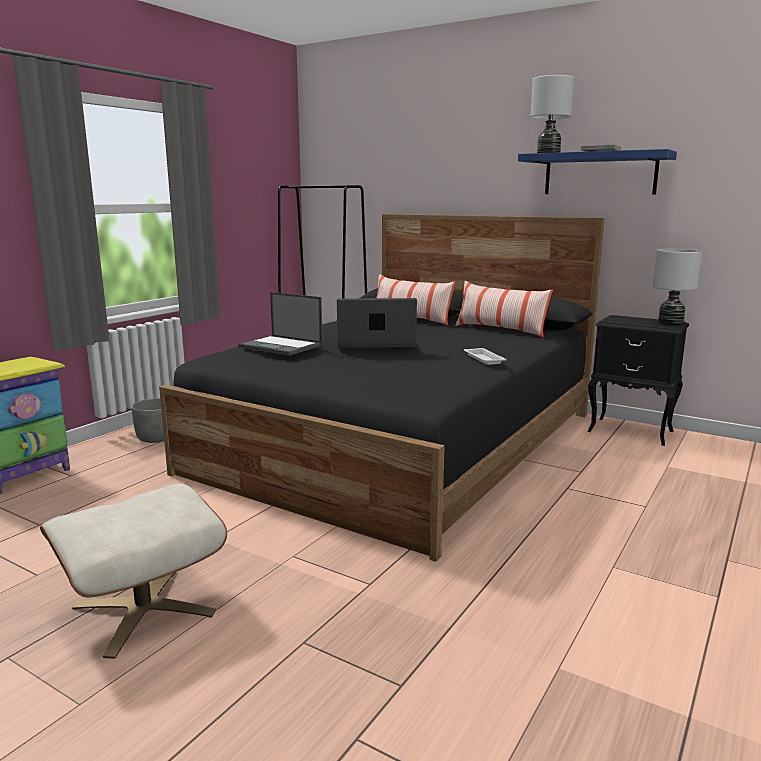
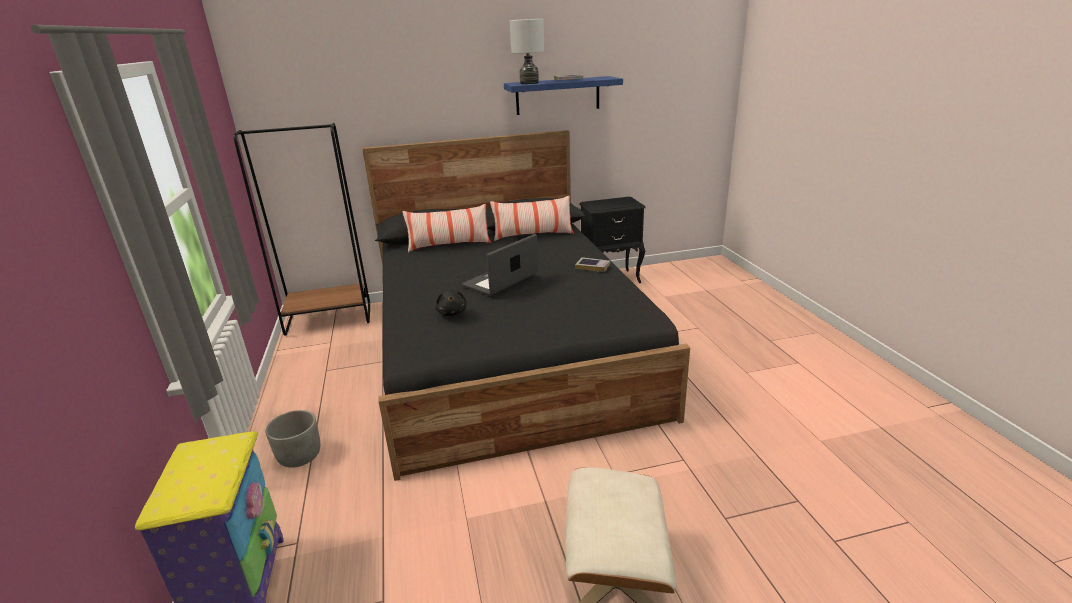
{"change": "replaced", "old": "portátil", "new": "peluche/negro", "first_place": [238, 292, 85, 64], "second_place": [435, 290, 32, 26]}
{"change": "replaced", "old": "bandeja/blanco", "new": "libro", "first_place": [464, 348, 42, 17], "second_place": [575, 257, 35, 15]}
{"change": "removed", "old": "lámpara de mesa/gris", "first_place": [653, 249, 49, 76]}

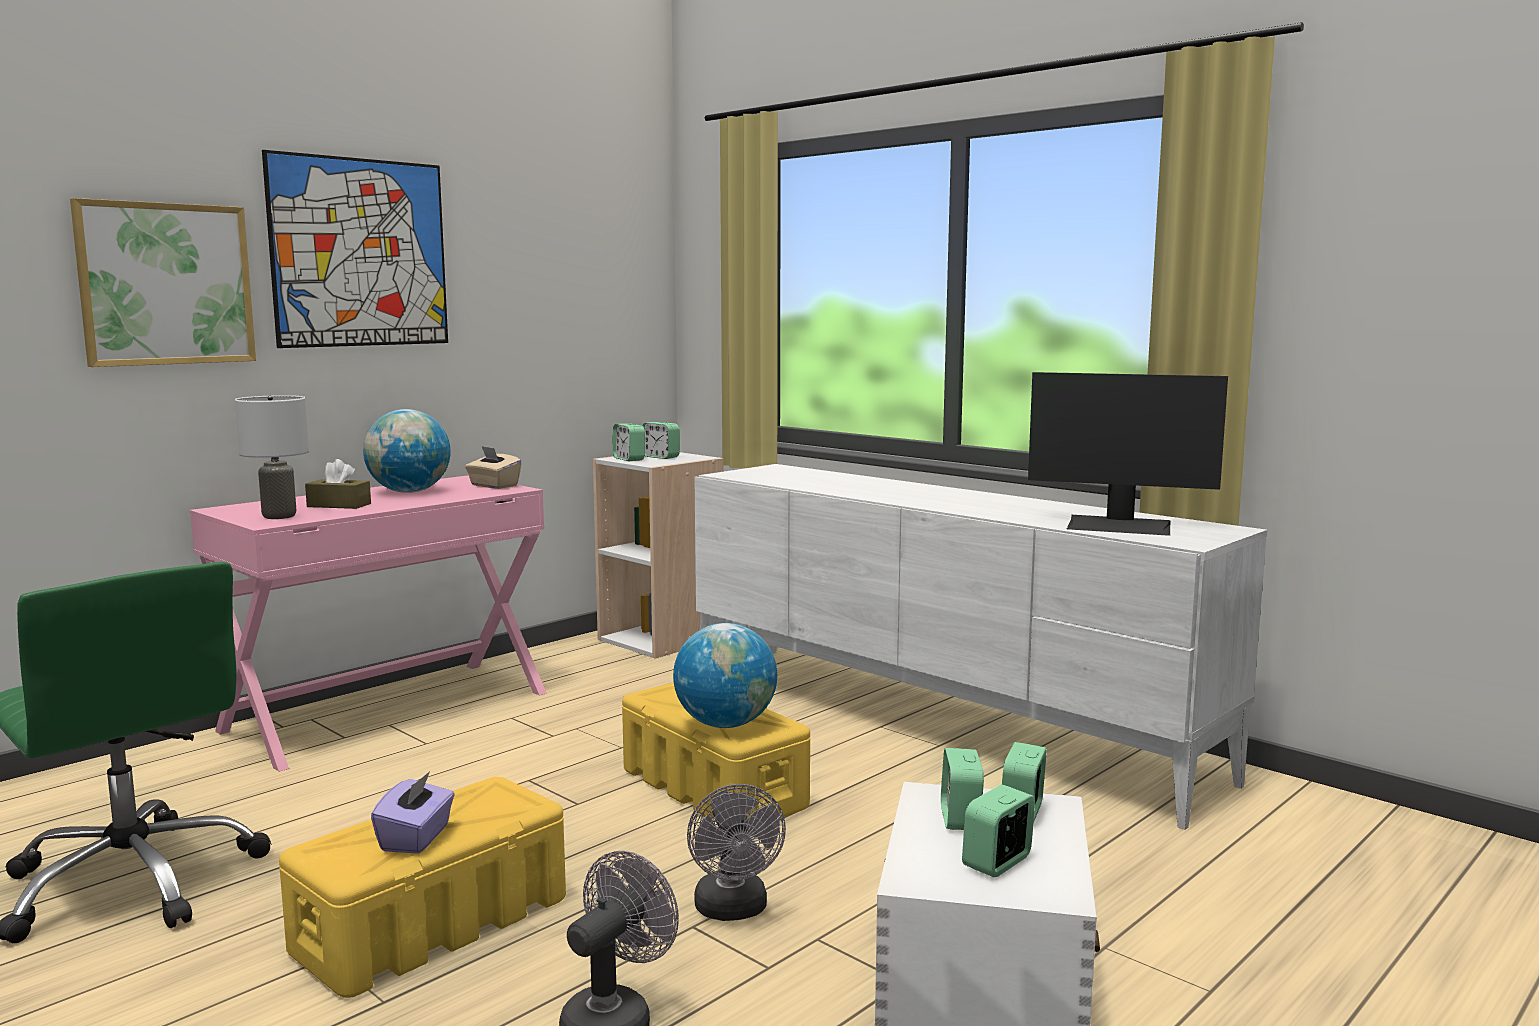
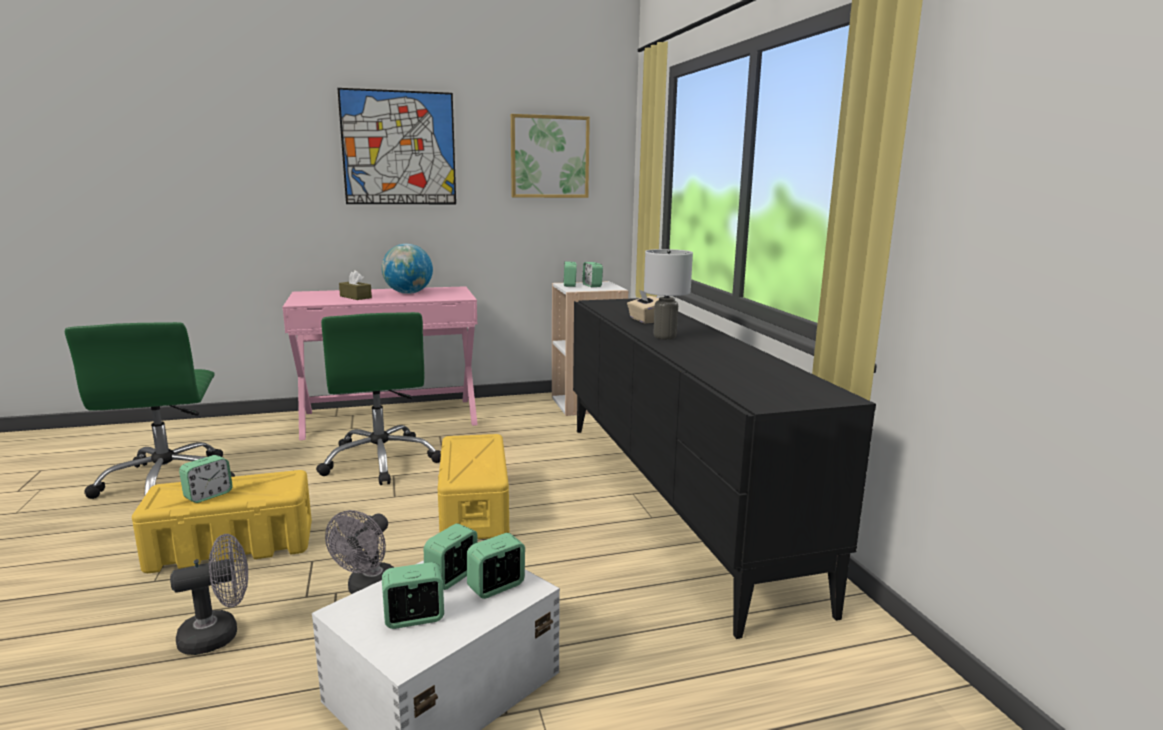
{"change": "replaced", "old": "caja de pañuelos/morado", "new": "despertador", "first_place": [371, 771, 84, 83], "second_place": [179, 455, 54, 48]}
{"change": "added", "new": "silla de oficina/verde", "second_place": [316, 312, 125, 173]}
{"change": "moved", "old": "cuadro", "first_place": [70, 198, 186, 169], "second_place": [511, 114, 79, 84]}
{"change": "recoloured", "old": "armario/blanco", "new": "armario/negro", "first_place": [694, 464, 574, 366], "second_place": [573, 298, 303, 341]}
{"change": "moved", "old": "caja de pañuelos/beis", "first_place": [465, 446, 57, 43], "second_place": [627, 290, 32, 33]}
{"change": "moved", "old": "lámpara de mesa/blanco", "first_place": [235, 395, 74, 124], "second_place": [644, 249, 49, 91]}
{"change": "removed", "old": "globo terráqueo", "first_place": [673, 623, 104, 105]}
{"change": "removed", "old": "monitor", "first_place": [1028, 372, 200, 164]}

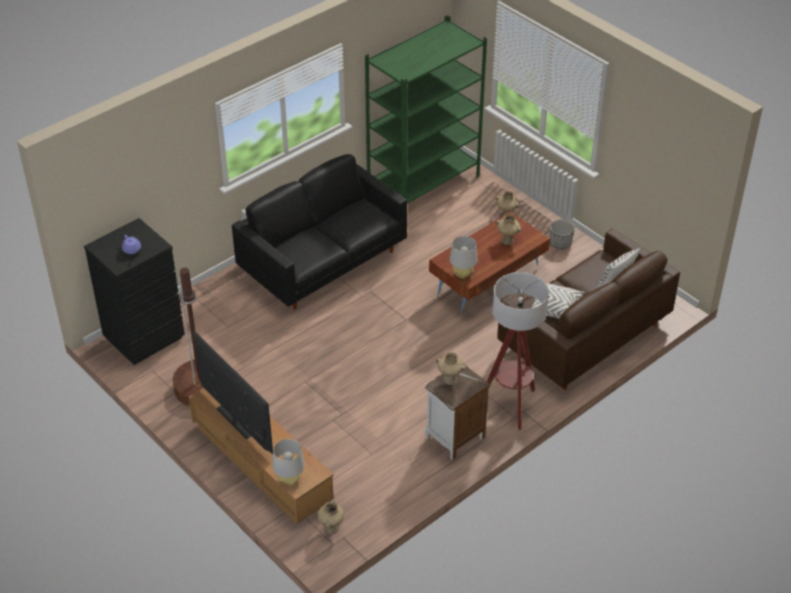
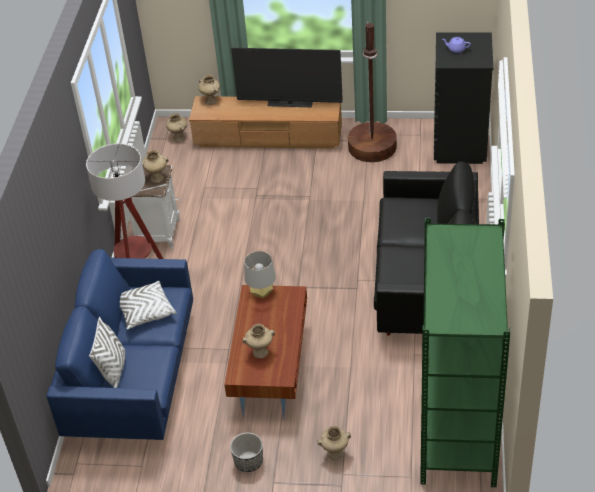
{"change": "recoloured", "old": "sofá/marrón", "new": "sofá/azul", "first_place": [497, 229, 183, 161], "second_place": [47, 249, 146, 191]}
{"change": "replaced", "old": "lámpara de mesa/gris", "new": "florero/beis", "first_place": [273, 439, 32, 47], "second_place": [198, 75, 22, 30]}

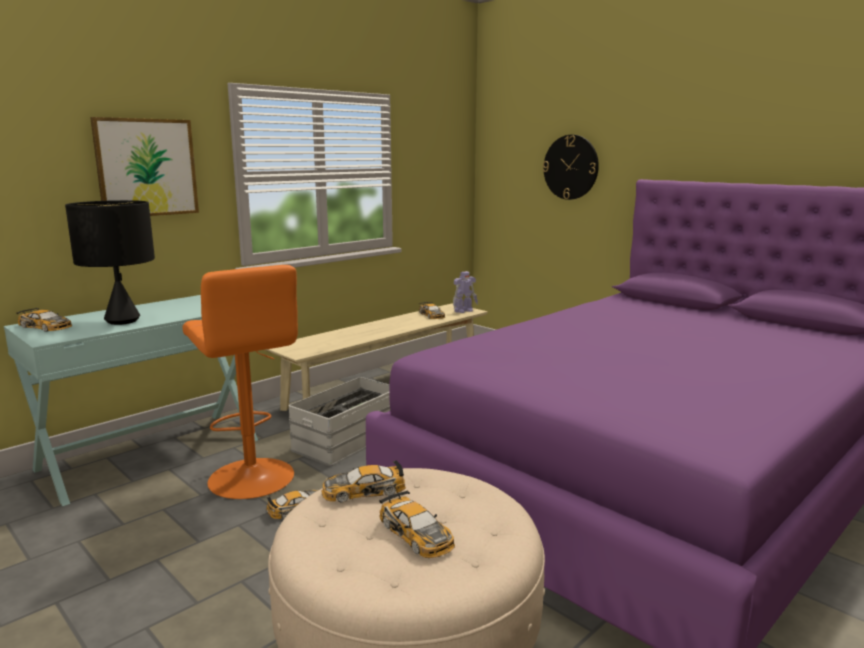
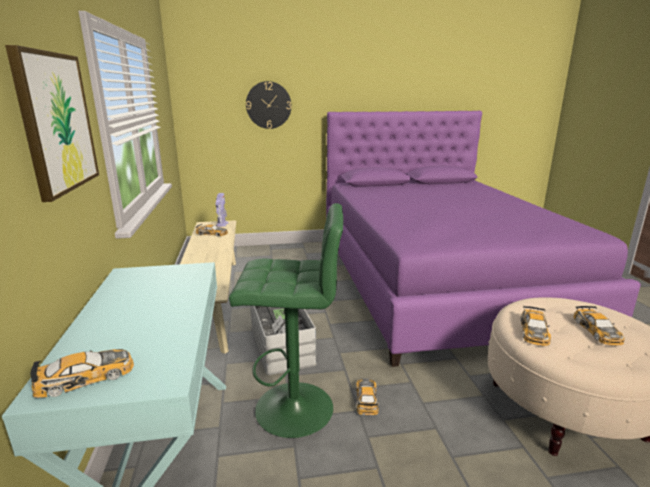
{"change": "recoloured", "old": "taburete/naranja", "new": "taburete/verde", "first_place": [183, 265, 115, 234], "second_place": [229, 203, 114, 235]}
{"change": "turned", "old": "coche de juguete", "first_place": [379, 490, 76, 68], "second_place": [573, 306, 52, 40], "degrees": 90}
{"change": "removed", "old": "lámpara de mesa/negro", "first_place": [65, 200, 90, 125]}

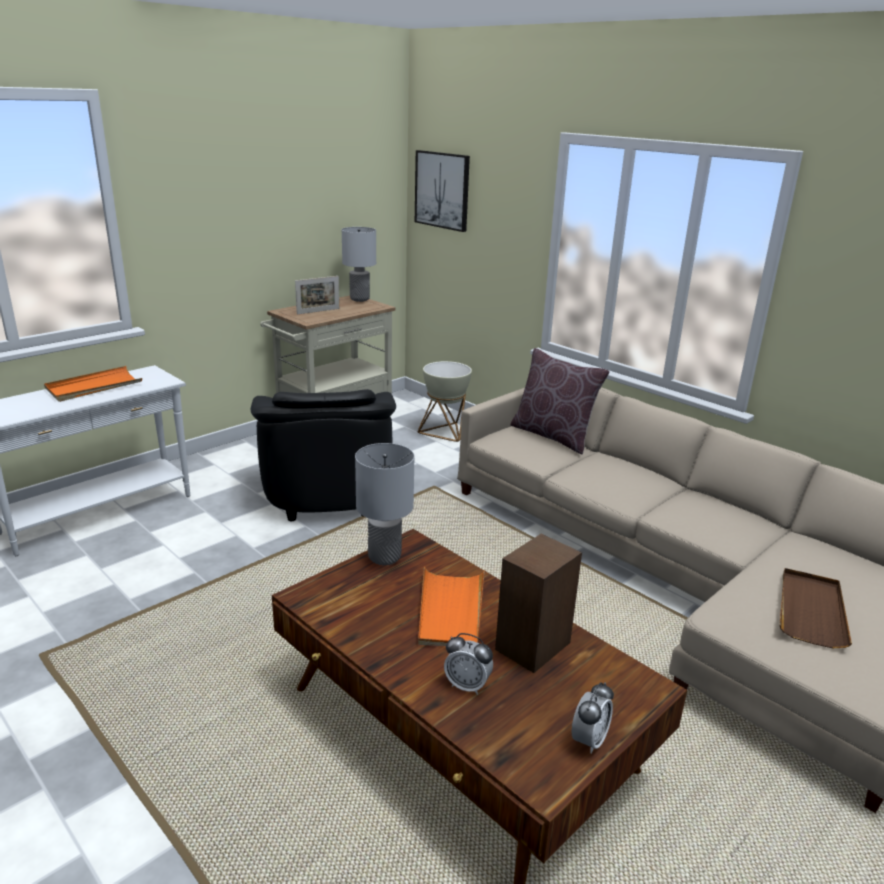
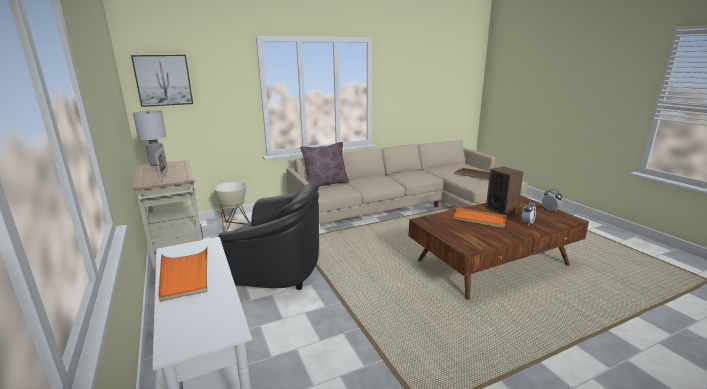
{"change": "removed", "old": "lámpara de mesa/gris", "first_place": [355, 443, 59, 122]}

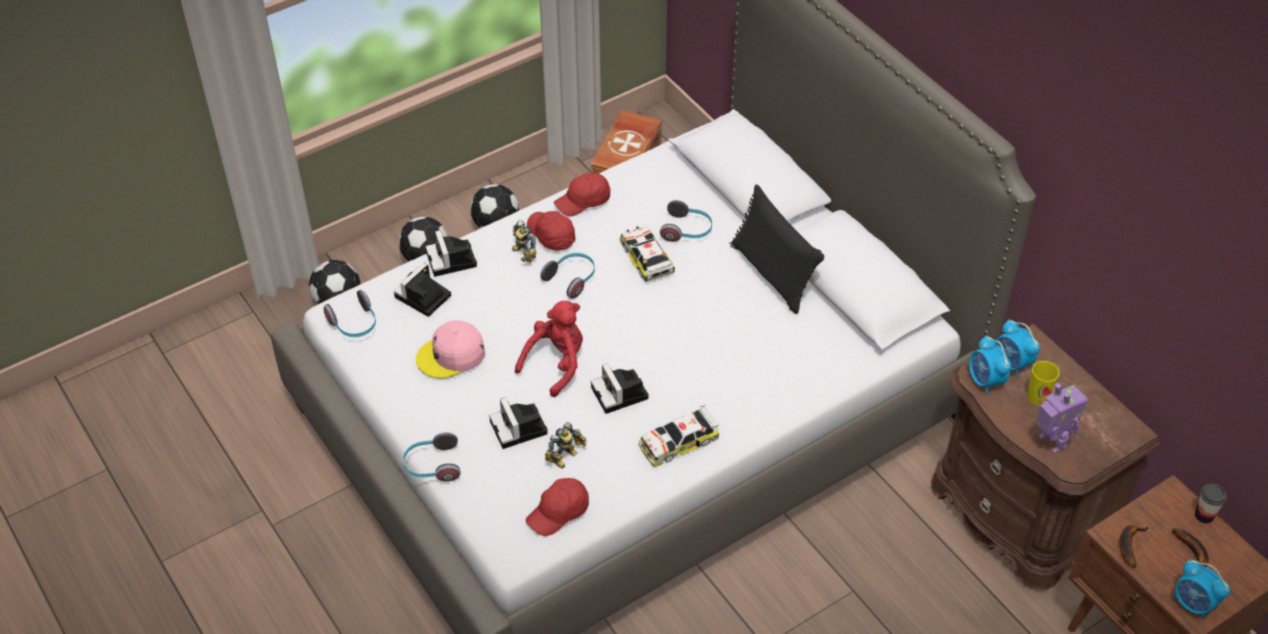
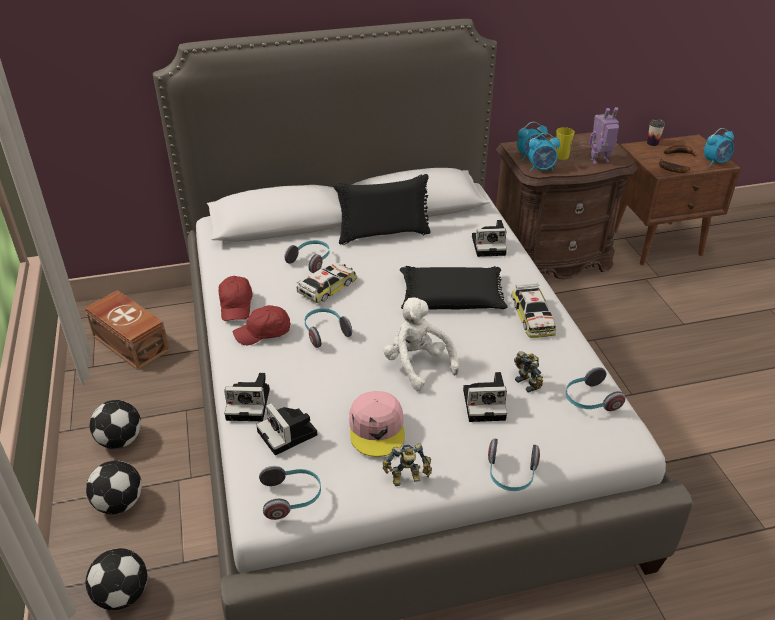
{"change": "turned", "old": "coche de juguete", "first_place": [620, 226, 55, 56], "second_place": [296, 263, 61, 41], "degrees": 135}
{"change": "recoloured", "old": "peluche/rojo", "new": "peluche/blanco", "first_place": [515, 301, 68, 96], "second_place": [383, 297, 76, 94]}
{"change": "moved", "old": "robot de juguete", "first_place": [512, 220, 25, 43], "second_place": [383, 443, 49, 43]}
{"change": "added", "new": "cojín/negro", "second_place": [400, 266, 108, 43]}
{"change": "moved", "old": "cámara", "first_place": [591, 363, 58, 51], "second_place": [472, 220, 35, 37]}
{"change": "replaced", "old": "gorra/rojo", "new": "auriculares", "first_place": [526, 478, 63, 58], "second_place": [566, 367, 60, 44]}

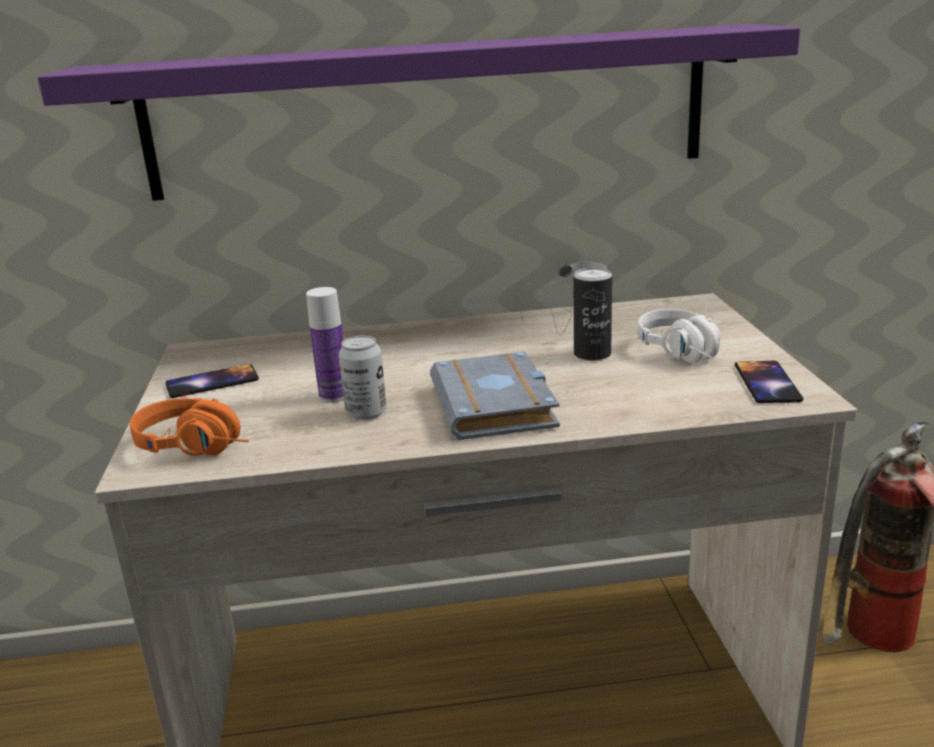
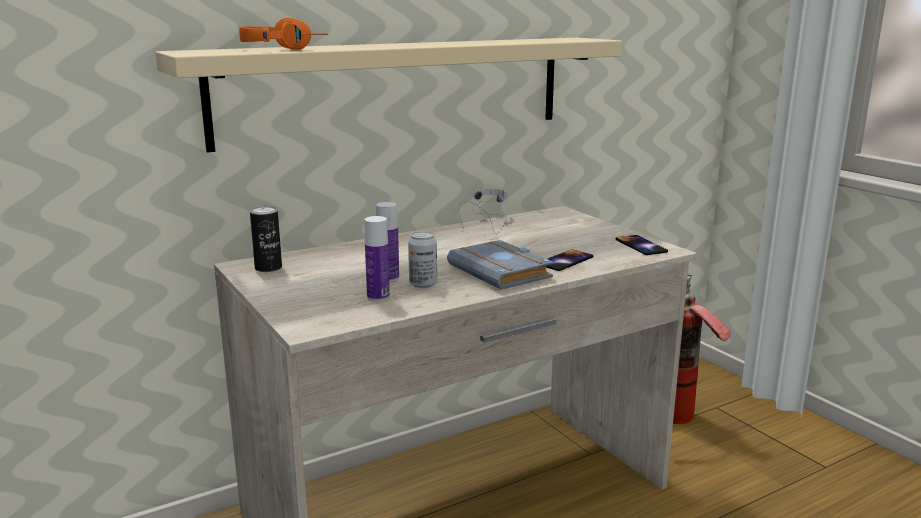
{"change": "recoloured", "old": "estante/morado", "new": "estante/beis", "first_place": [37, 24, 763, 177], "second_place": [156, 38, 466, 115]}
{"change": "moved", "old": "auriculares/naranja", "first_place": [130, 398, 119, 58], "second_place": [239, 18, 89, 32]}
{"change": "moved", "old": "lata", "first_place": [574, 267, 38, 94], "second_place": [250, 206, 32, 66]}
{"change": "added", "new": "botella", "second_place": [364, 216, 26, 86]}
{"change": "moved", "old": "móvil", "first_place": [166, 364, 93, 34], "second_place": [546, 249, 47, 22]}
{"change": "removed", "old": "auriculares/blanco", "first_place": [638, 309, 82, 54]}

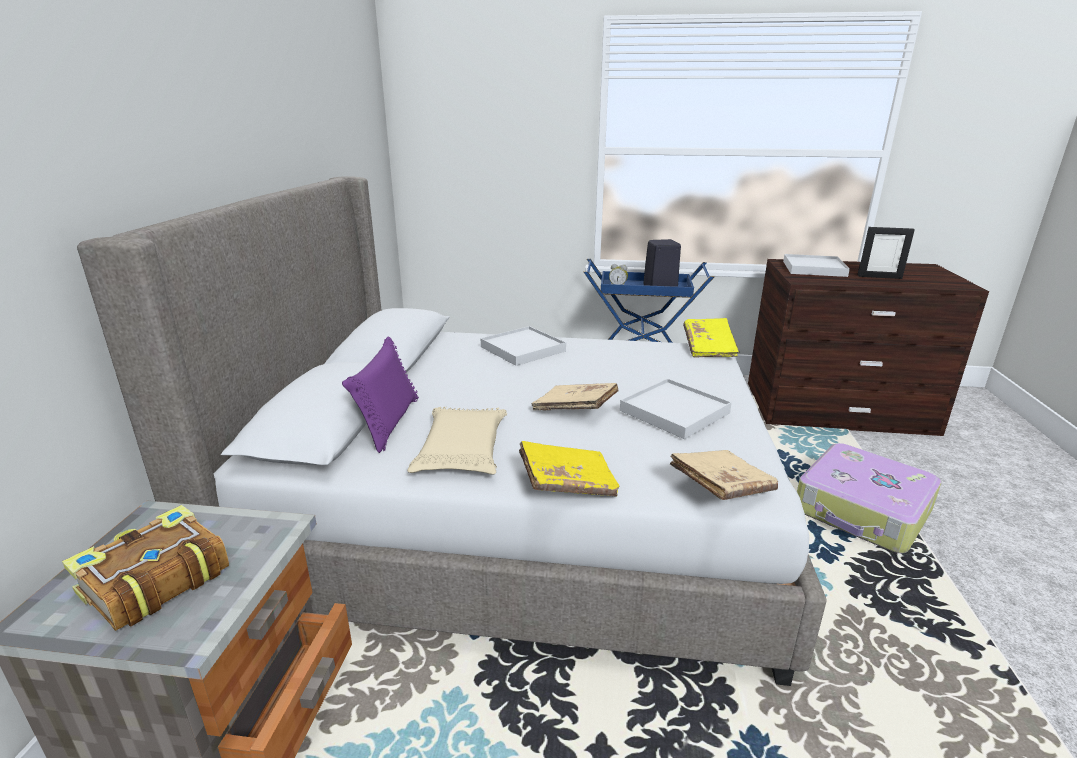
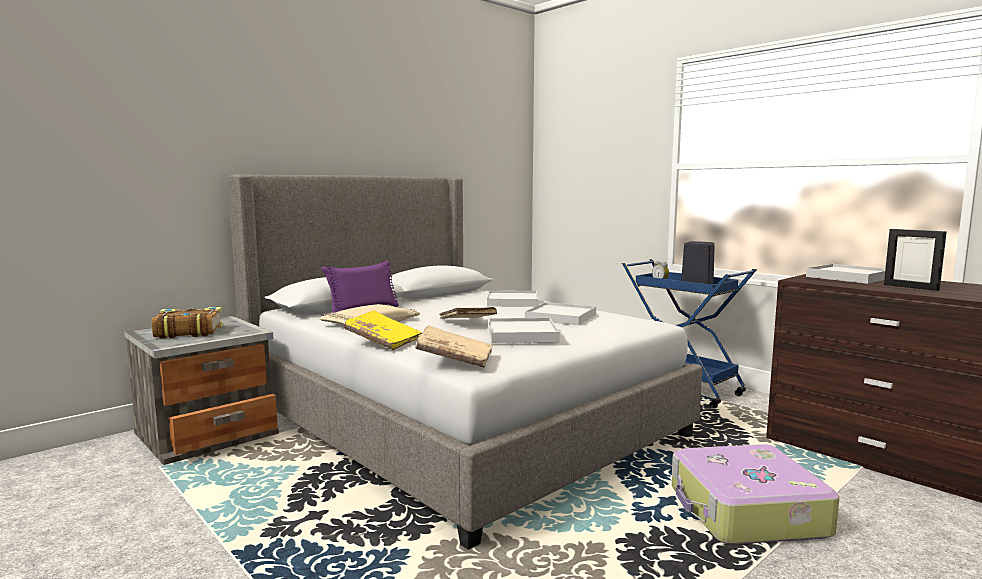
{"change": "added", "new": "bandeja/blanco", "second_place": [525, 302, 71, 23]}
{"change": "removed", "old": "libro/amarillo", "first_place": [683, 318, 57, 40]}

